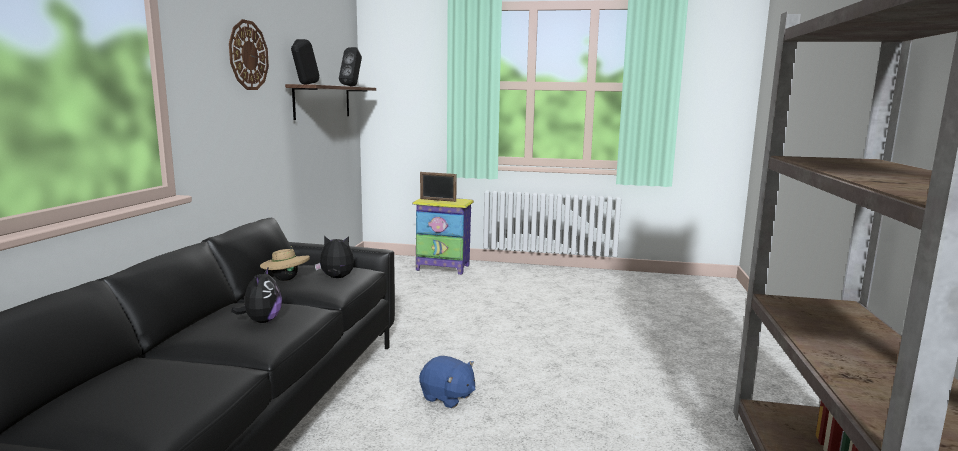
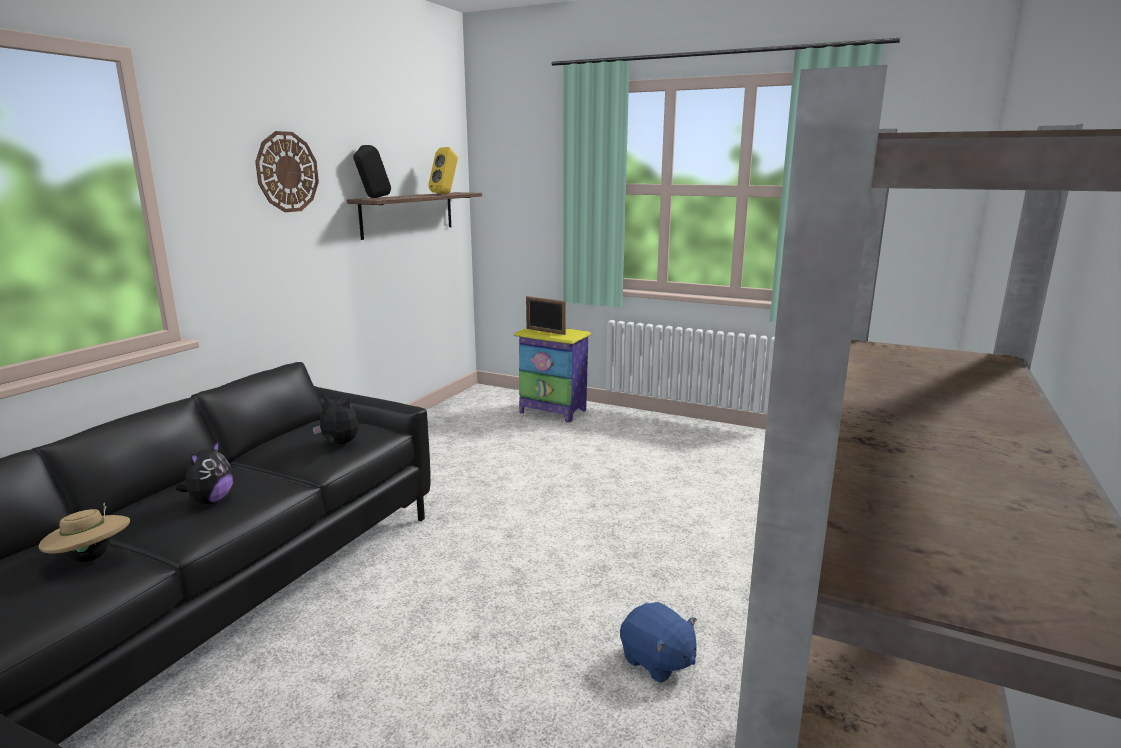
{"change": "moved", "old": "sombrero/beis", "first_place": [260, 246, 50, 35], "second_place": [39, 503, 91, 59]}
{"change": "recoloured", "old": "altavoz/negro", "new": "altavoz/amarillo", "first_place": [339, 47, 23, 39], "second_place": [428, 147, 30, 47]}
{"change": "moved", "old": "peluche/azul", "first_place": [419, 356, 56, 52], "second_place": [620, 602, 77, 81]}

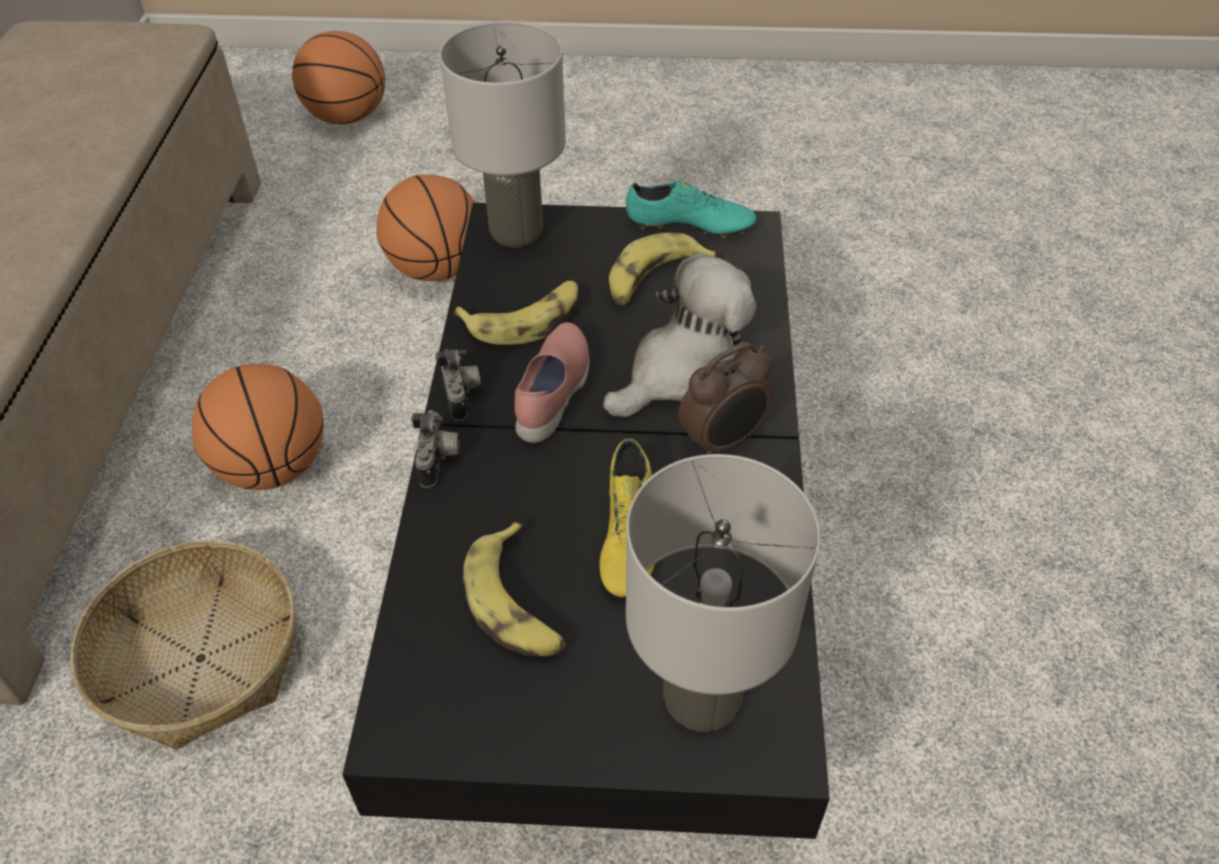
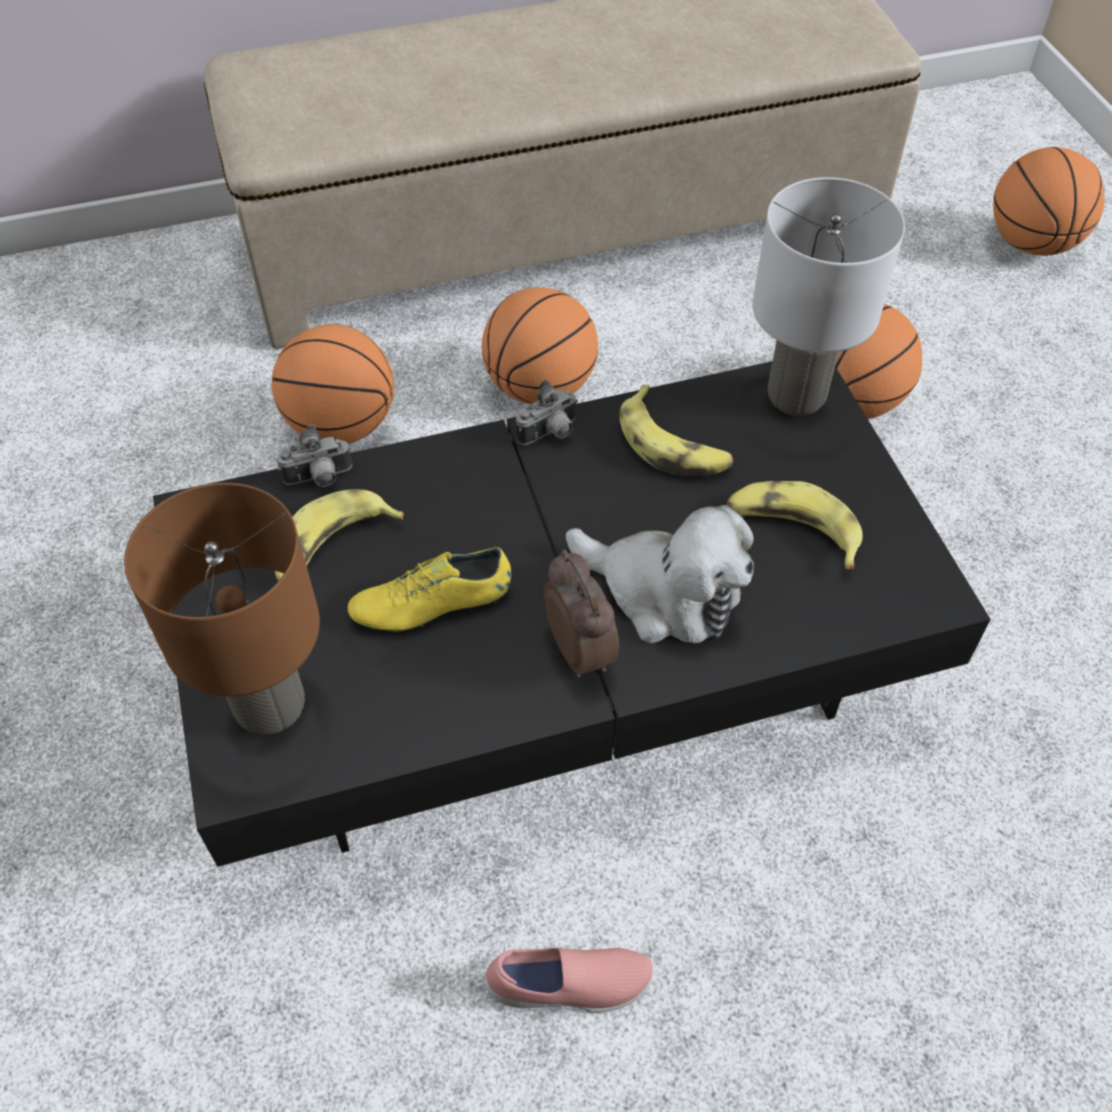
{"change": "recoloured", "old": "lámpara de mesa/blanco", "new": "lámpara de mesa/marrón", "first_place": [626, 454, 194, 278], "second_place": [124, 483, 196, 252]}
{"change": "replaced", "old": "cesta", "new": "balón de baloncesto", "first_place": [70, 540, 226, 210], "second_place": [272, 324, 122, 120]}
{"change": "moved", "old": "cámara", "first_place": [411, 410, 49, 78], "second_place": [277, 424, 75, 63]}
{"change": "moved", "old": "zapato/rosa", "first_place": [514, 322, 76, 121], "second_place": [486, 948, 168, 65]}
{"change": "turned", "old": "despertador", "first_place": [678, 342, 93, 112], "second_place": [544, 550, 75, 128], "degrees": -150}
{"change": "removed", "old": "zapato/turquesa", "first_place": [626, 181, 131, 57]}

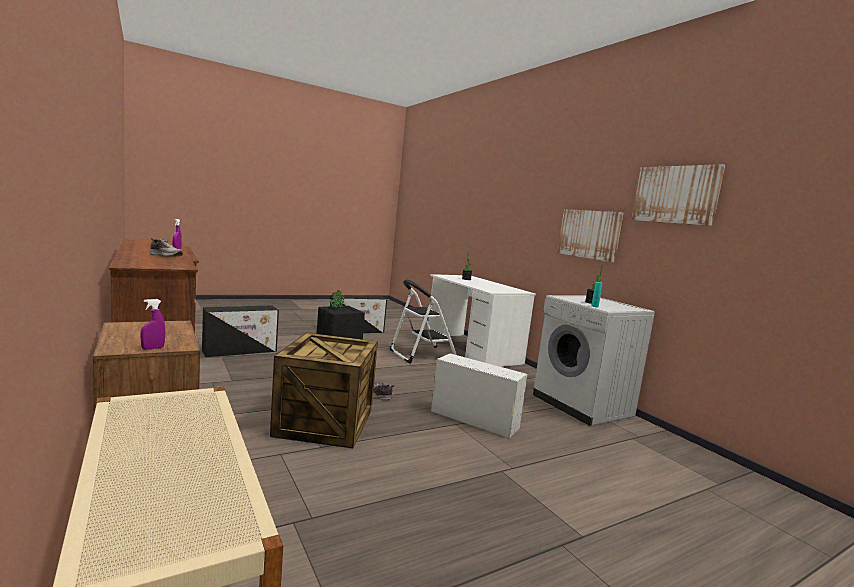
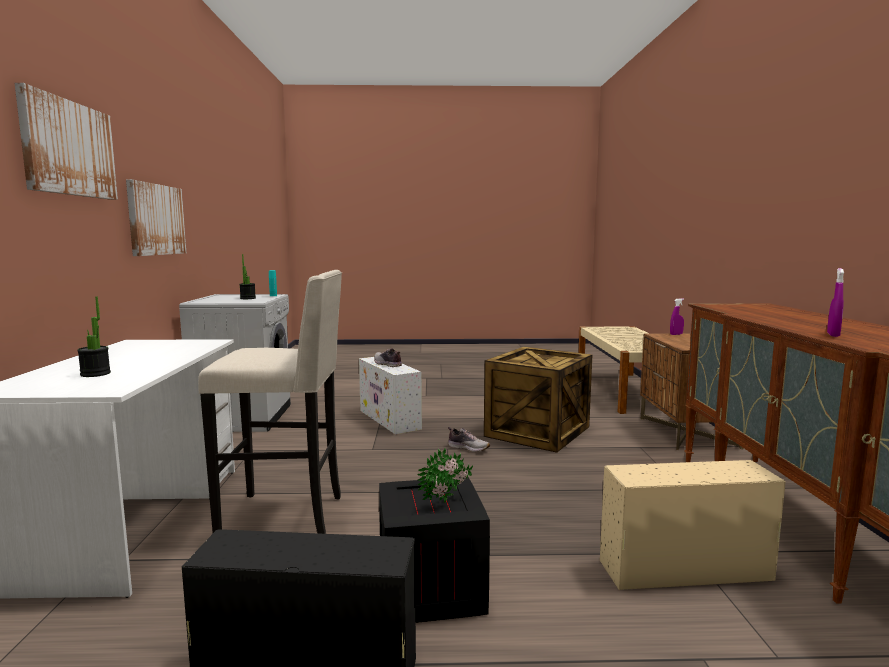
{"change": "moved", "old": "cuadro", "first_place": [632, 164, 93, 62], "second_place": [15, 83, 103, 117]}
{"change": "replaced", "old": "escalera de tijera", "new": "taburete/beis", "first_place": [390, 279, 67, 85], "second_place": [198, 270, 144, 264]}
{"change": "moved", "old": "zapato", "first_place": [150, 238, 33, 19], "second_place": [374, 348, 28, 19]}
{"change": "recoloured", "old": "caja de almacenaje/negro", "new": "caja de almacenaje/beis", "first_place": [202, 306, 77, 51], "second_place": [600, 460, 186, 130]}

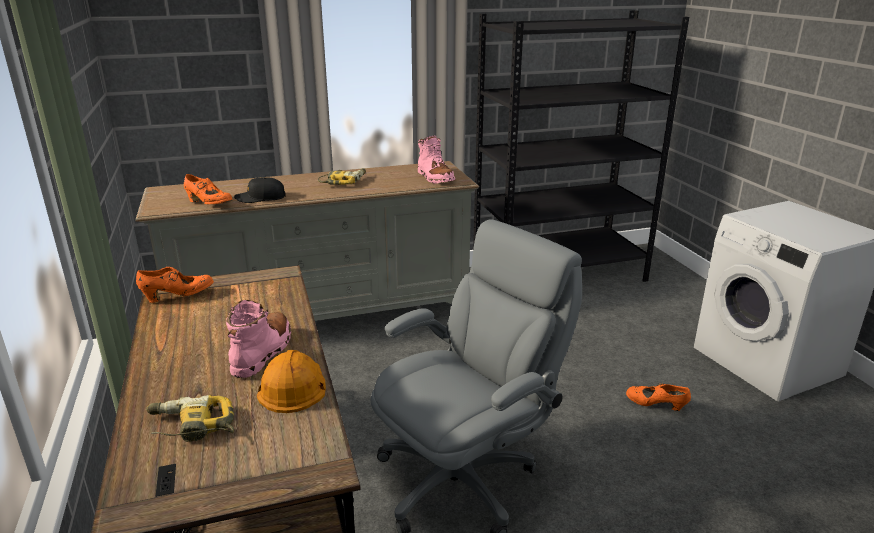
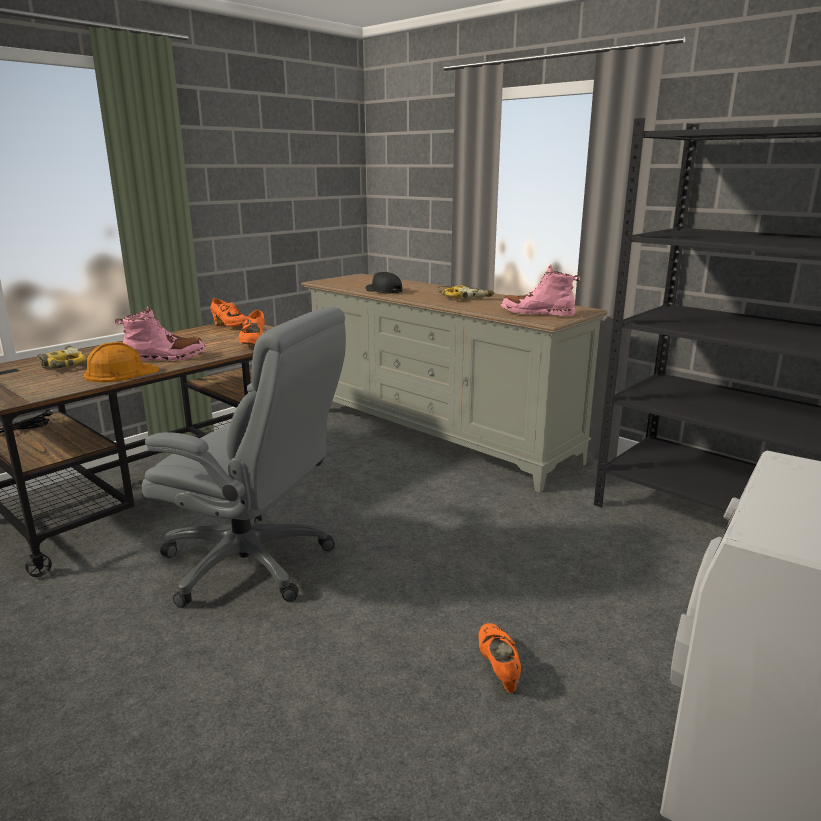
{"change": "moved", "old": "zapato/naranja", "first_place": [184, 174, 49, 30], "second_place": [239, 310, 26, 35]}
{"change": "turned", "old": "bota/rosa", "first_place": [418, 135, 37, 49], "second_place": [501, 265, 79, 51], "degrees": 75}

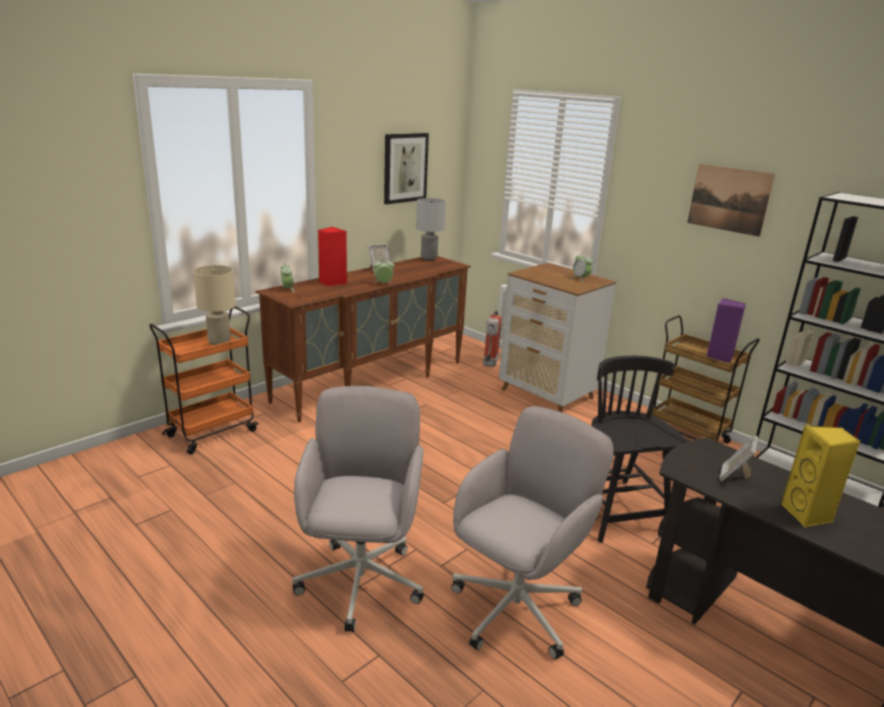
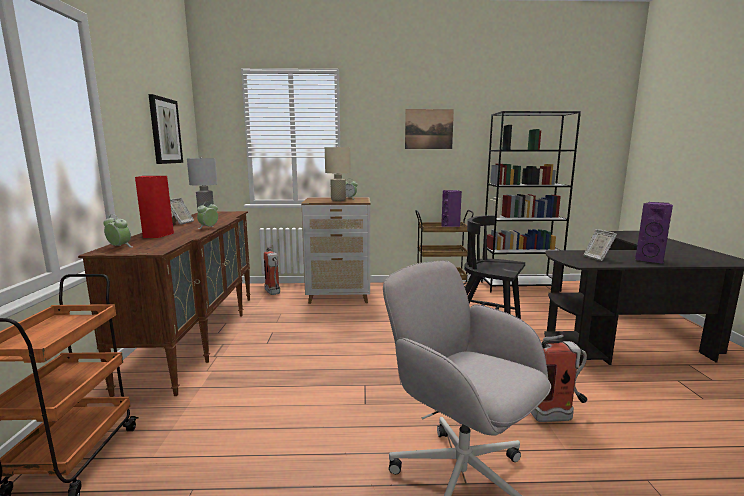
{"change": "moved", "old": "lámpara de mesa/beis", "first_place": [193, 265, 43, 80], "second_place": [325, 147, 26, 54]}
{"change": "replaced", "old": "silla de oficina/gris", "new": "extintor", "first_place": [451, 406, 163, 253], "second_place": [531, 335, 56, 87]}
{"change": "recoloured", "old": "altavoz/amarillo", "new": "altavoz/morado", "first_place": [781, 425, 79, 103], "second_place": [635, 202, 38, 62]}

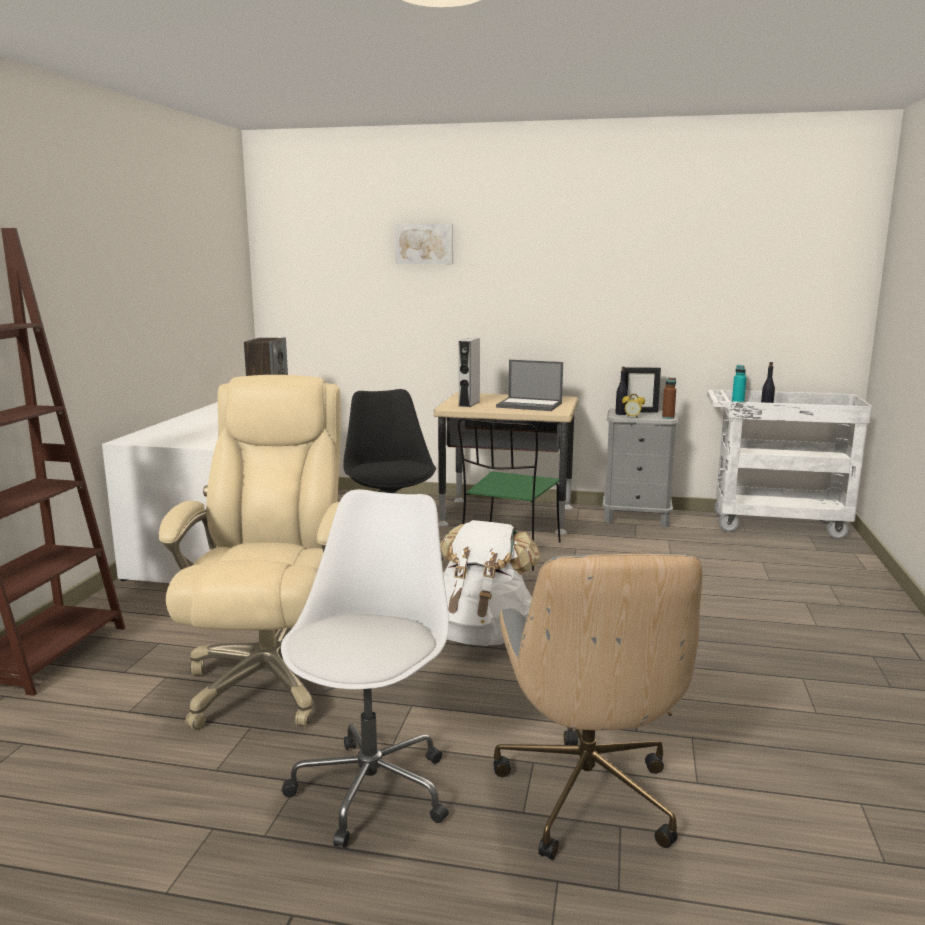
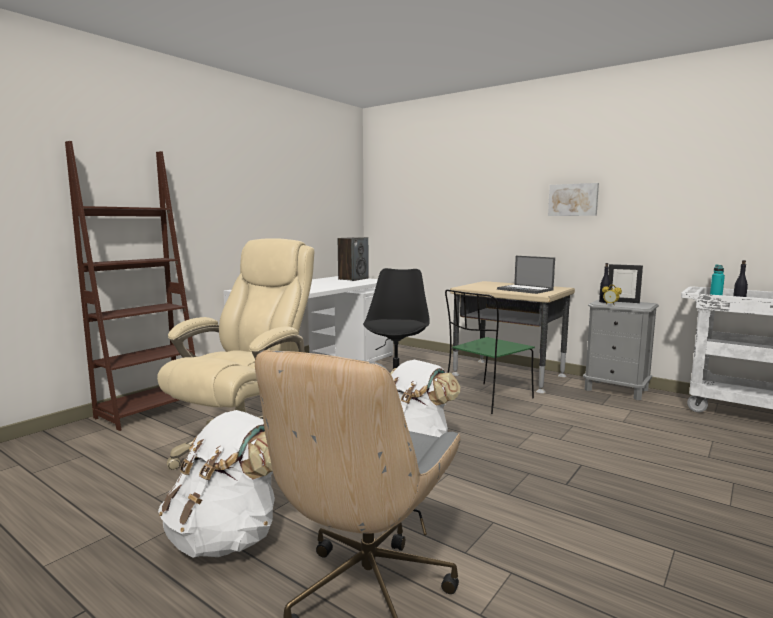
{"change": "replaced", "old": "silla de oficina/blanco", "new": "mochila/blanco", "first_place": [281, 489, 168, 359], "second_place": [158, 410, 117, 148]}
{"change": "moved", "old": "cuadro", "first_place": [395, 224, 58, 40], "second_place": [548, 183, 51, 33]}
{"change": "removed", "old": "altavoz/gris", "first_place": [459, 338, 21, 69]}
{"change": "removed", "old": "botella/marrón", "first_place": [662, 377, 14, 42]}

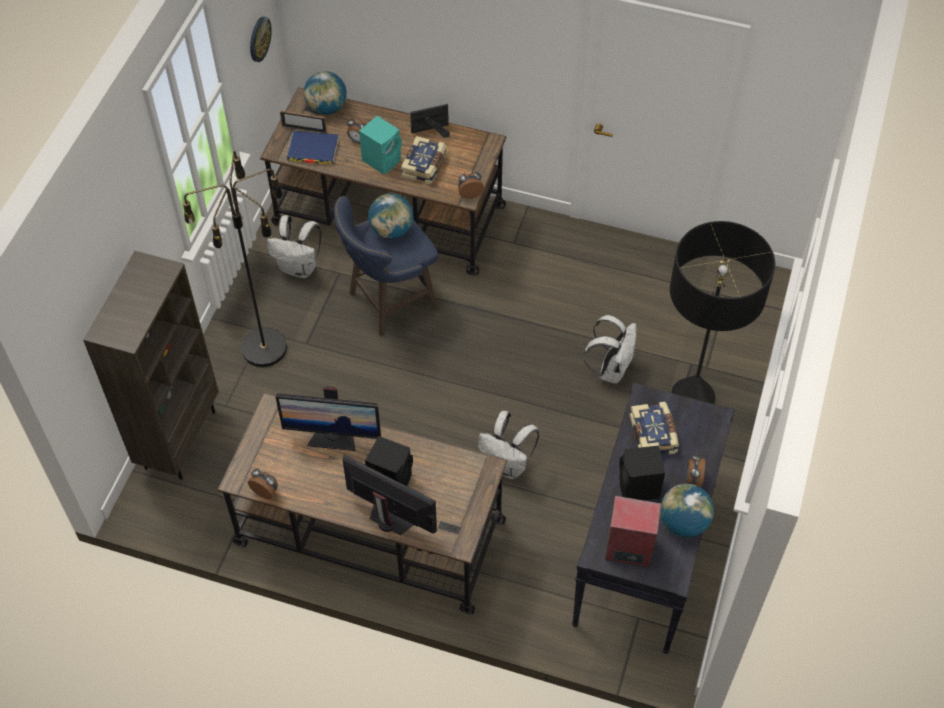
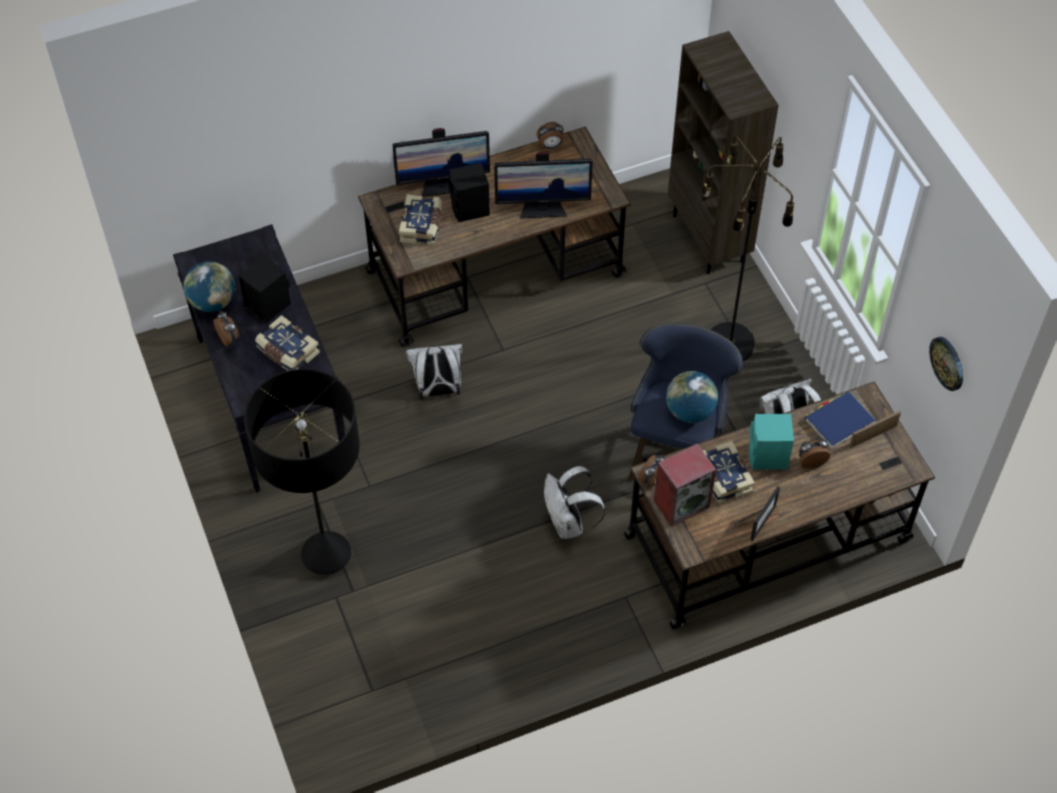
{"change": "added", "new": "libro", "second_place": [399, 194, 43, 51]}
{"change": "turned", "old": "monitor", "first_place": [275, 386, 106, 65], "second_place": [494, 151, 99, 68], "degrees": -150}
{"change": "moved", "old": "mochila/blanco", "first_place": [583, 315, 54, 69], "second_place": [544, 466, 61, 73]}
{"change": "moved", "old": "altavoz", "first_place": [605, 496, 56, 71], "second_place": [654, 444, 62, 82]}
{"change": "removed", "old": "globo terráqueo", "first_place": [304, 71, 43, 44]}

